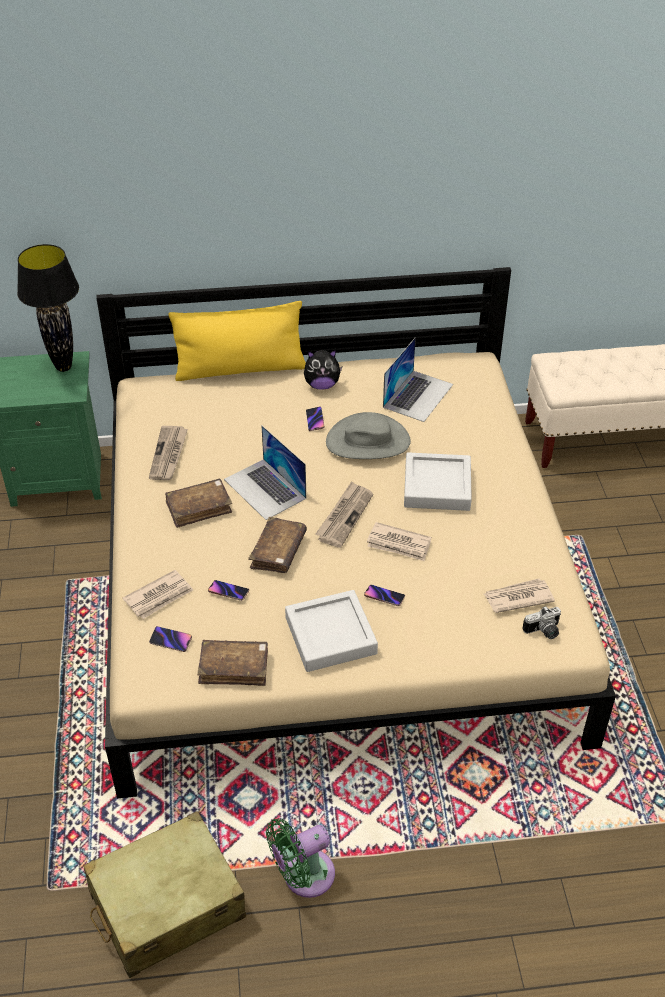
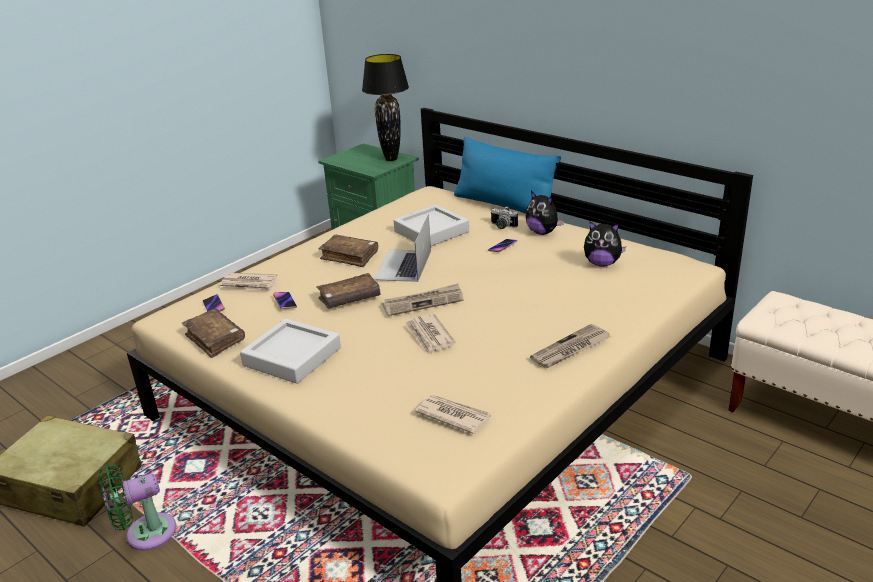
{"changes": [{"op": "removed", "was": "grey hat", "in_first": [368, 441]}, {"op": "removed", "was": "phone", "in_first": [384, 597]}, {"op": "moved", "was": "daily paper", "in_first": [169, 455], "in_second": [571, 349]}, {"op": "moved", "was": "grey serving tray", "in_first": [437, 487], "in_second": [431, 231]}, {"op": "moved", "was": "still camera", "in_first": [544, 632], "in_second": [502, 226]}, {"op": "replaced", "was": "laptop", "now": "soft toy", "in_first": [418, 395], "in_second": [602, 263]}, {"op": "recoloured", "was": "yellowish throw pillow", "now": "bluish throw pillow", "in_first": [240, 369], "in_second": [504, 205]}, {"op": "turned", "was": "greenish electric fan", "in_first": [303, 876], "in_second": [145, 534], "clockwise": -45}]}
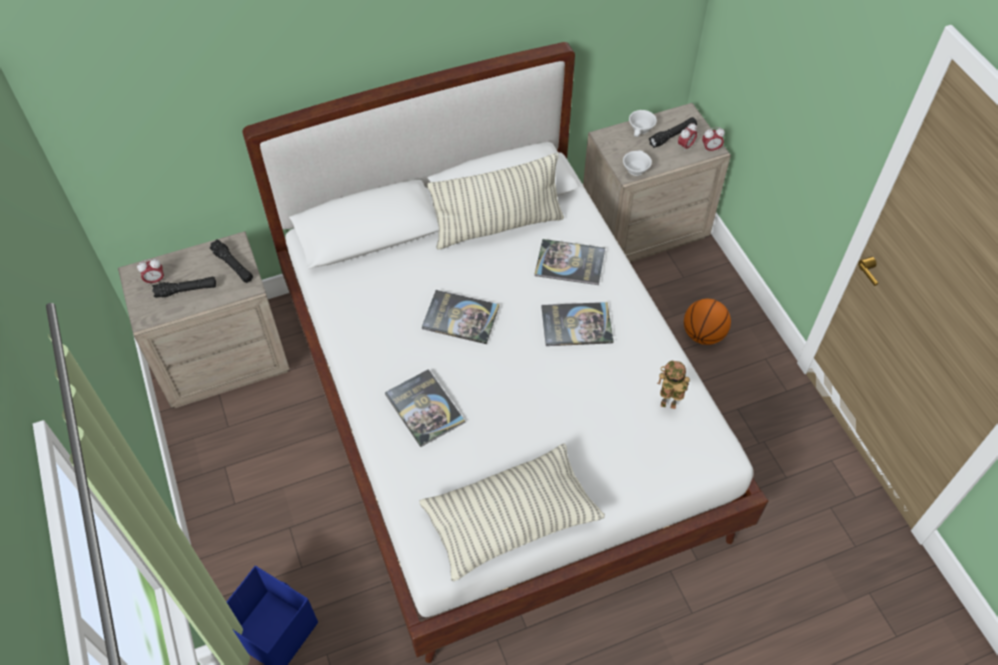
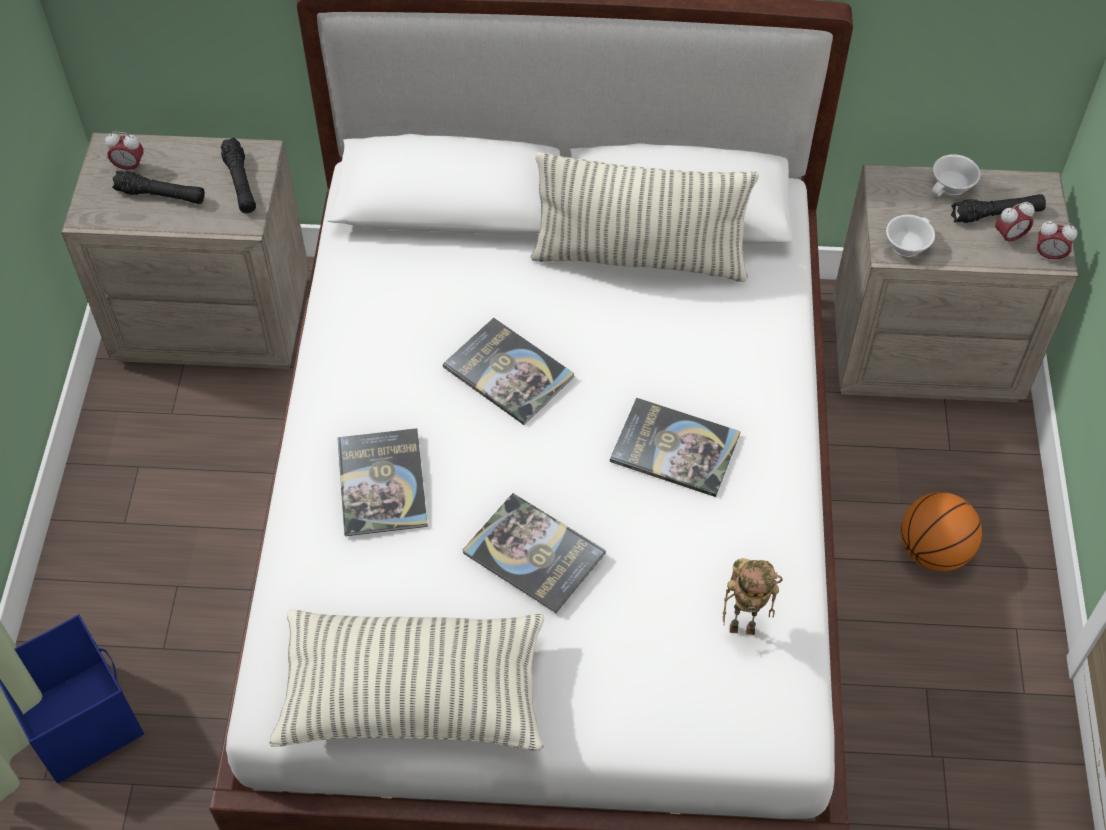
{"changes": [{"op": "moved", "was": "book", "in_first": [570, 263], "in_second": [534, 553]}, {"op": "turned", "was": "model robot", "in_first": [666, 407], "in_second": [744, 627], "clockwise": 150}]}
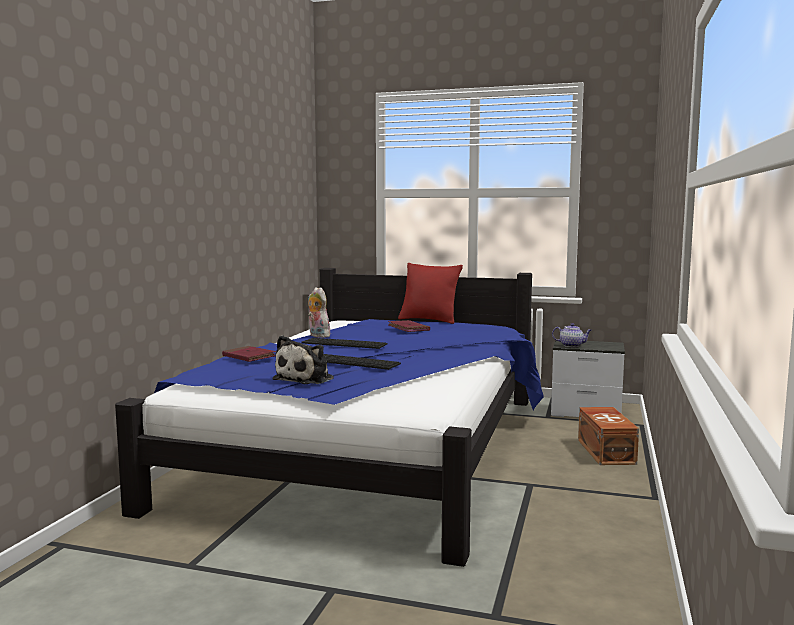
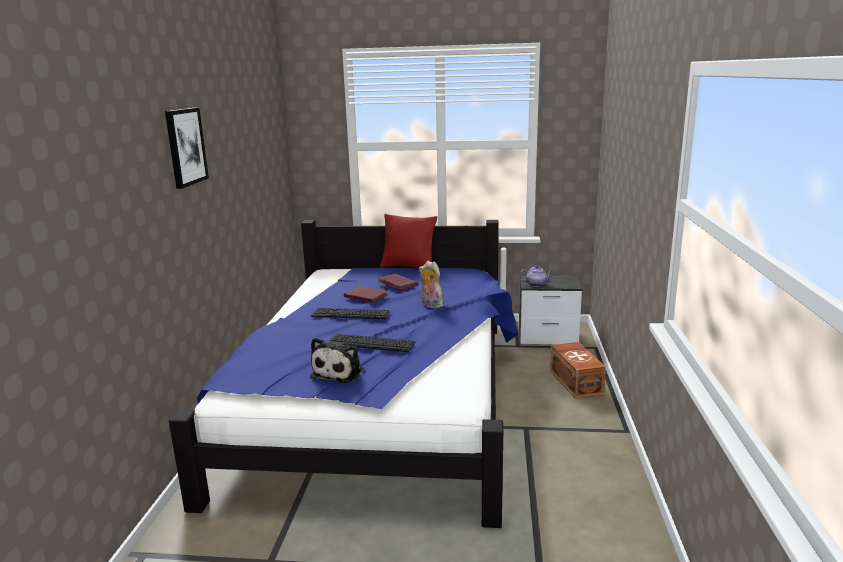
{"changes": [{"op": "added", "now": "picture", "in_second": [185, 147]}, {"op": "moved", "was": "reddish book", "in_first": [249, 357], "in_second": [366, 296]}, {"op": "moved", "was": "soft toy", "in_first": [317, 336], "in_second": [430, 305]}]}
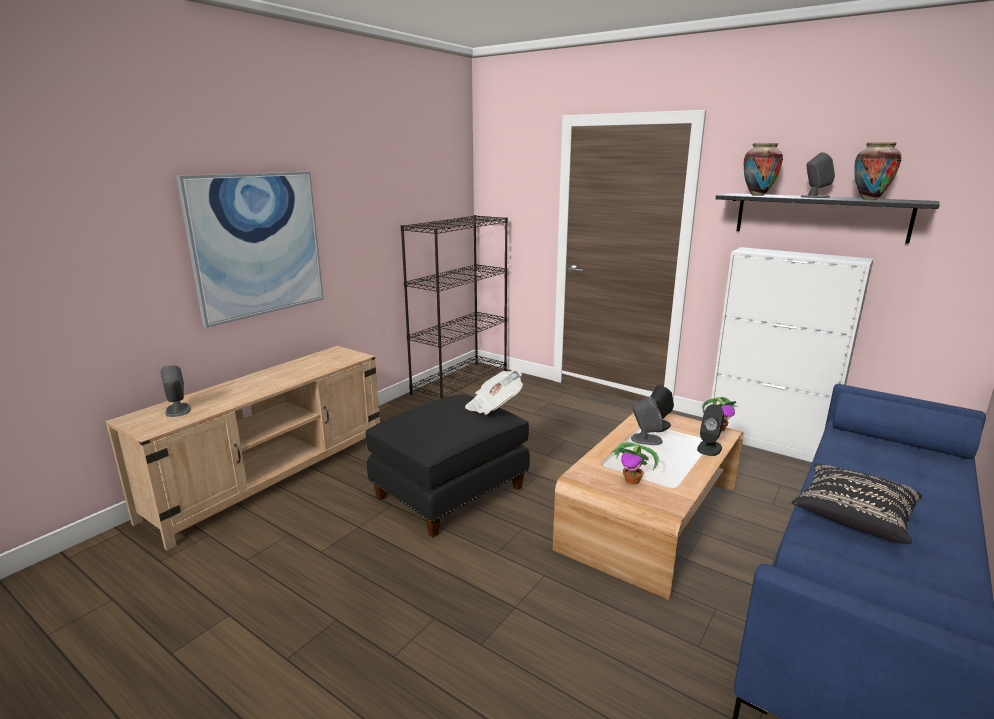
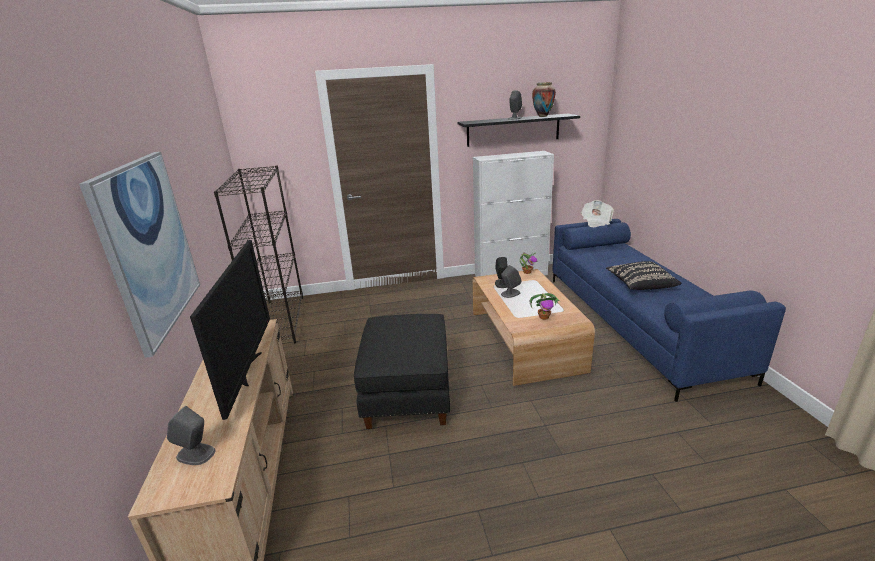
{"changes": [{"op": "removed", "was": "black speaker", "in_first": [709, 448]}, {"op": "removed", "was": "flower vase", "in_first": [757, 195]}, {"op": "added", "now": "television", "in_second": [248, 369]}, {"op": "moved", "was": "daily paper", "in_first": [494, 406], "in_second": [596, 222]}]}
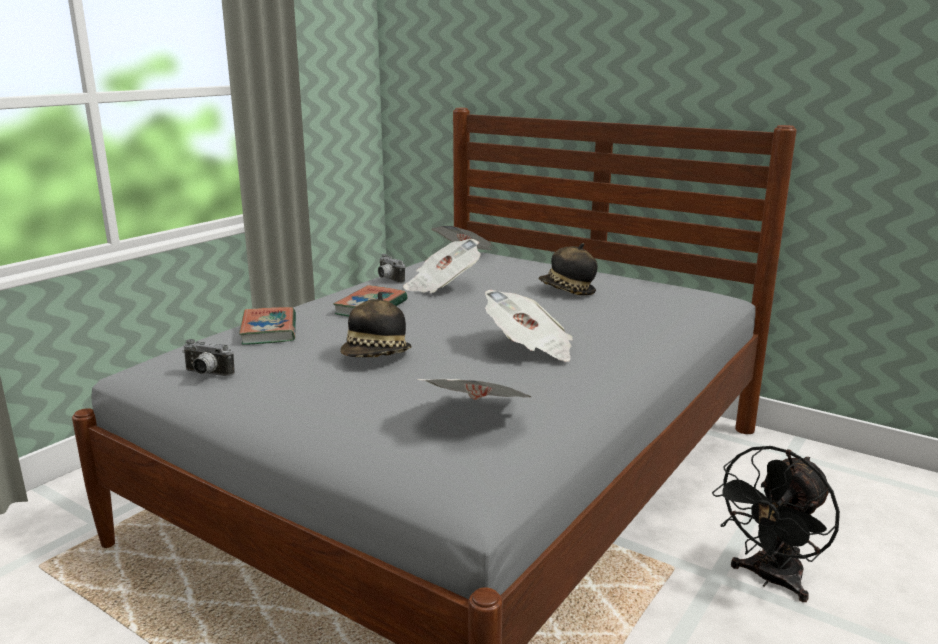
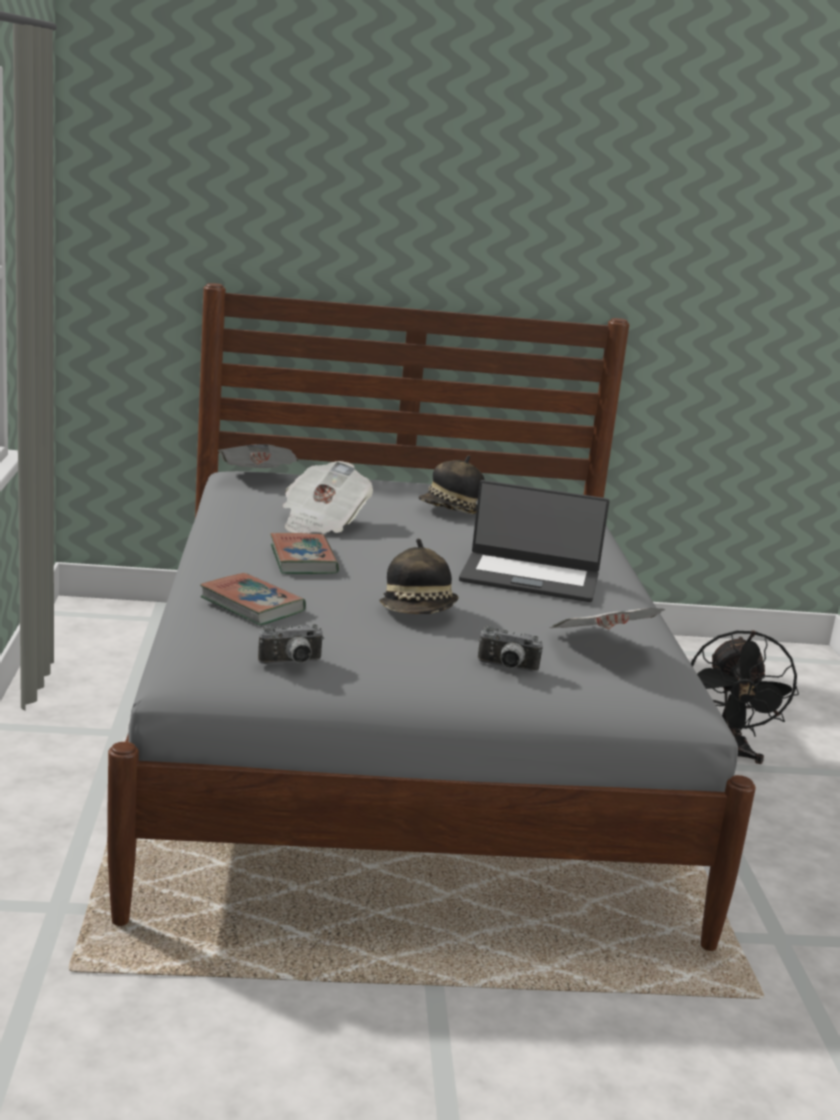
{"changes": [{"op": "moved", "was": "still camera", "in_first": [388, 280], "in_second": [506, 668]}, {"op": "replaced", "was": "daily paper", "now": "laptop", "in_first": [530, 349], "in_second": [530, 577]}]}
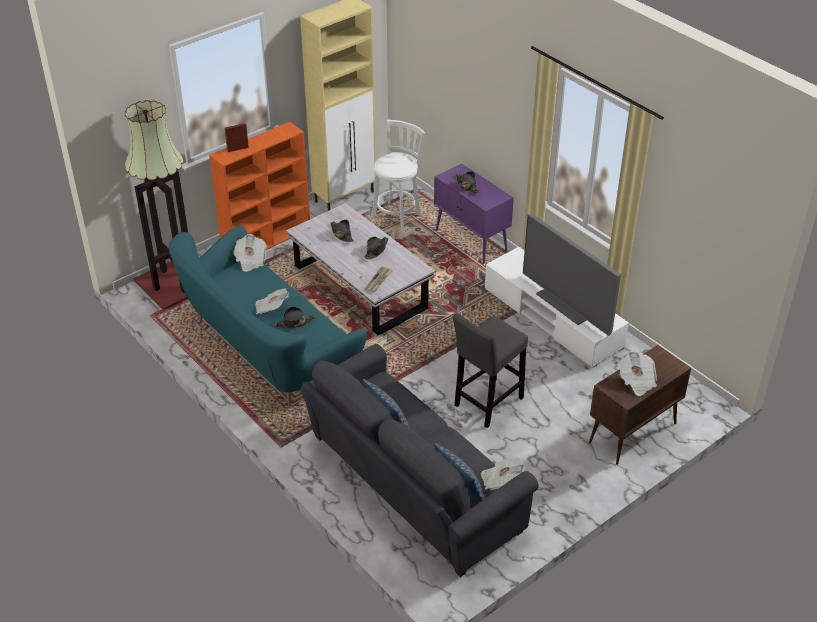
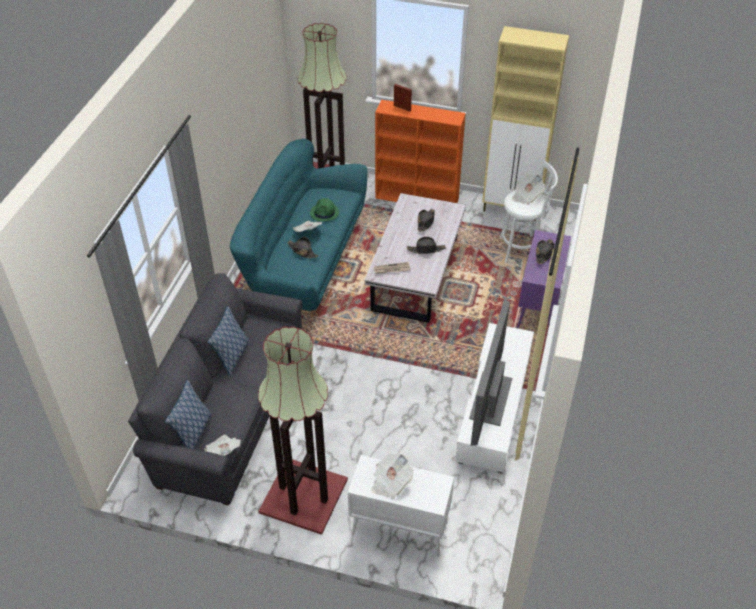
{"changes": [{"op": "removed", "was": "grey sitting stool", "in_first": [486, 404]}, {"op": "added", "now": "standing lamp", "in_second": [303, 494]}, {"op": "added", "now": "greenish hat", "in_second": [324, 213]}, {"op": "moved", "was": "daily paper", "in_first": [250, 260], "in_second": [527, 196]}, {"op": "recoloured", "was": "brown-coloured cupboard", "now": "white cupboard", "in_first": [632, 433], "in_second": [398, 529]}]}
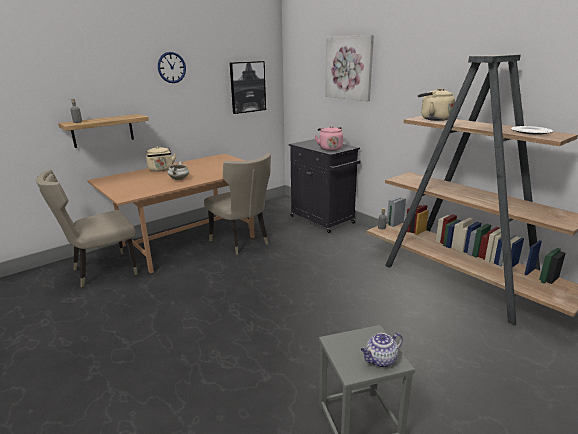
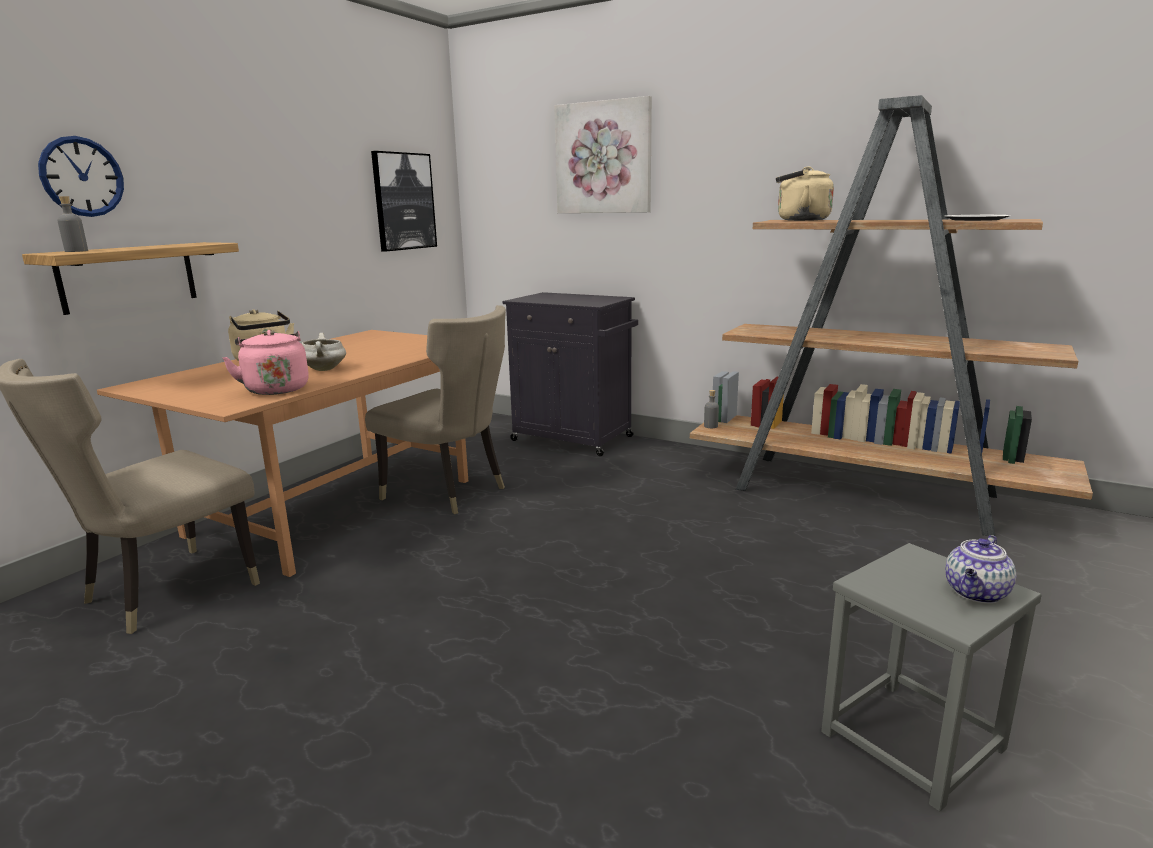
{"changes": [{"op": "moved", "was": "clock on the wall", "in_first": [171, 67], "in_second": [82, 177]}, {"op": "moved", "was": "pink-coloured water kettle", "in_first": [330, 148], "in_second": [275, 389]}]}
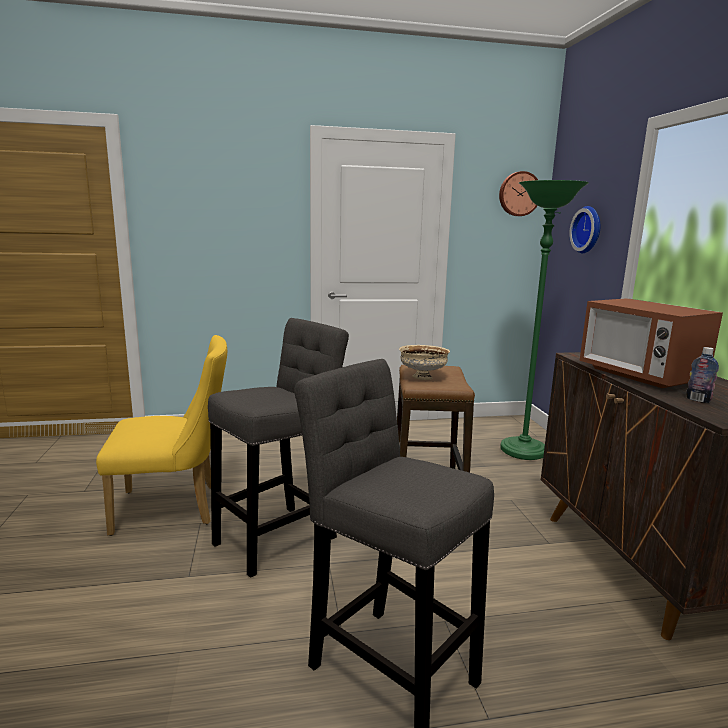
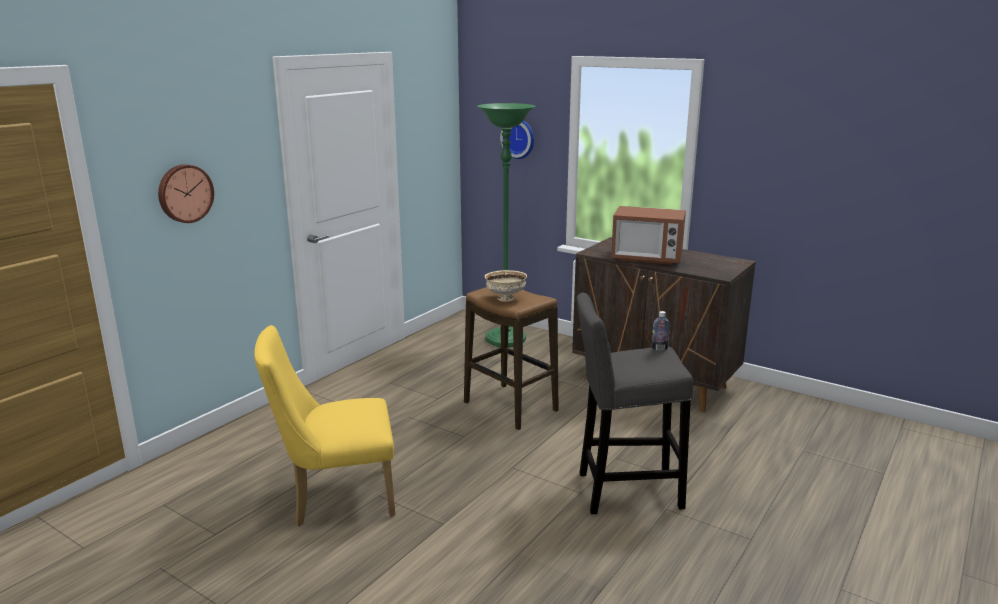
{"changes": [{"op": "removed", "was": "grey sitting stool", "in_first": [280, 537]}, {"op": "moved", "was": "clock on the wall", "in_first": [519, 194], "in_second": [184, 193]}, {"op": "moved", "was": "beverage bottle", "in_first": [698, 400], "in_second": [659, 349]}, {"op": "turned", "was": "yellowish upright chair", "in_first": [175, 507], "in_second": [335, 498], "clockwise": -135}]}
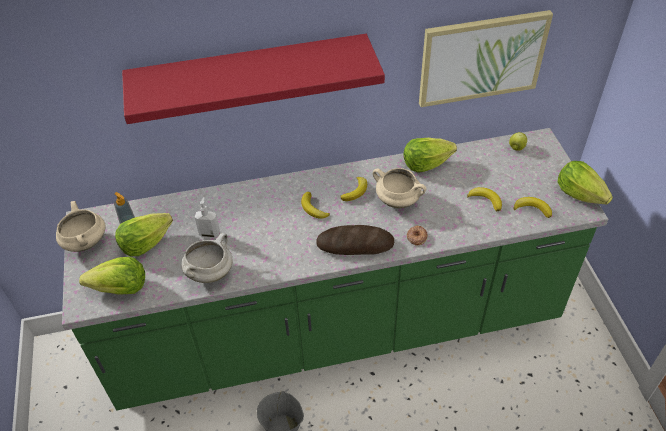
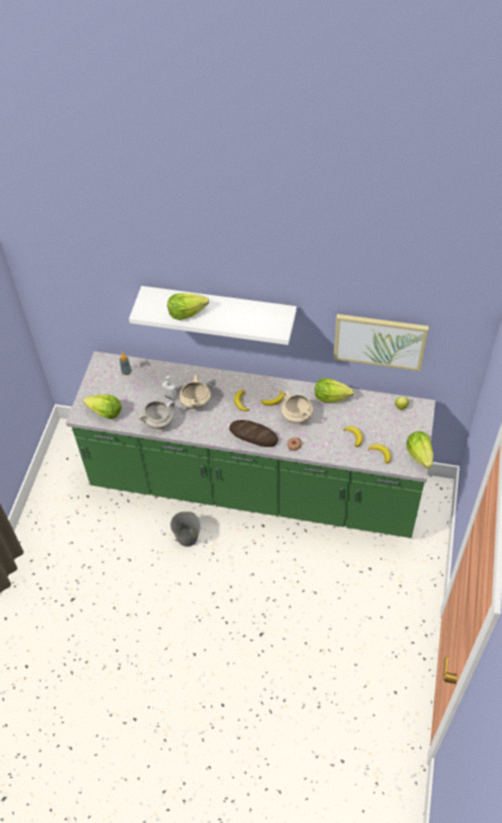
{"changes": [{"op": "moved", "was": "beige stockpot", "in_first": [85, 242], "in_second": [195, 402]}, {"op": "moved", "was": "lettuce head", "in_first": [145, 243], "in_second": [186, 313]}, {"op": "recoloured", "was": "reddish bracket shelf", "now": "white bracket shelf", "in_first": [250, 76], "in_second": [219, 309]}]}
